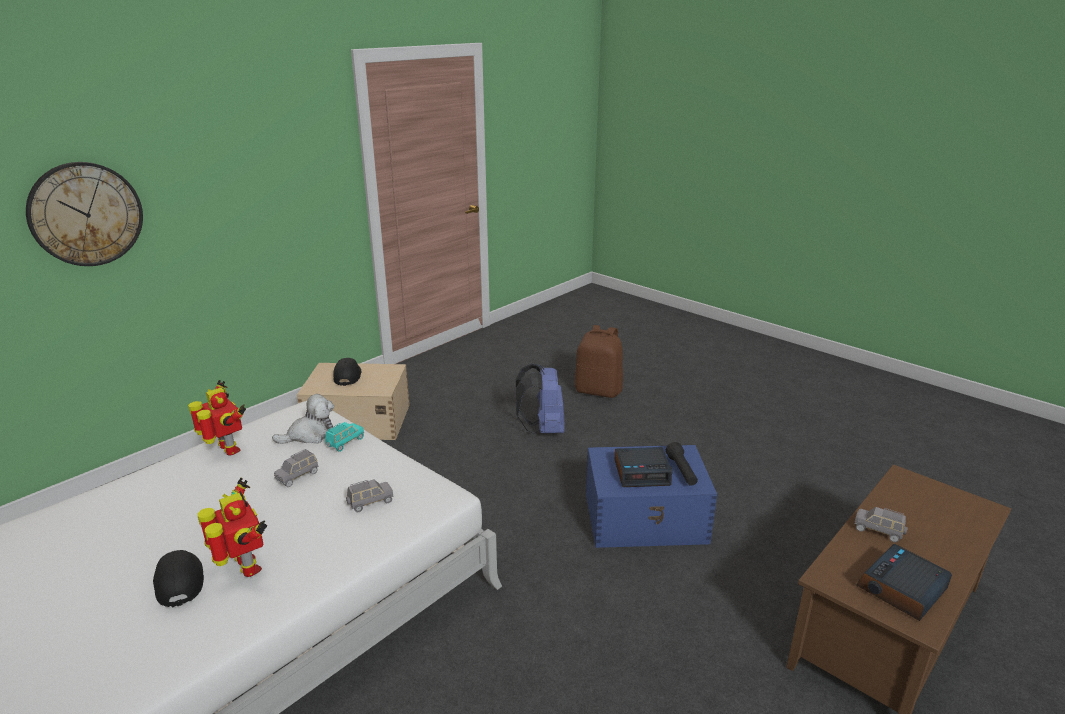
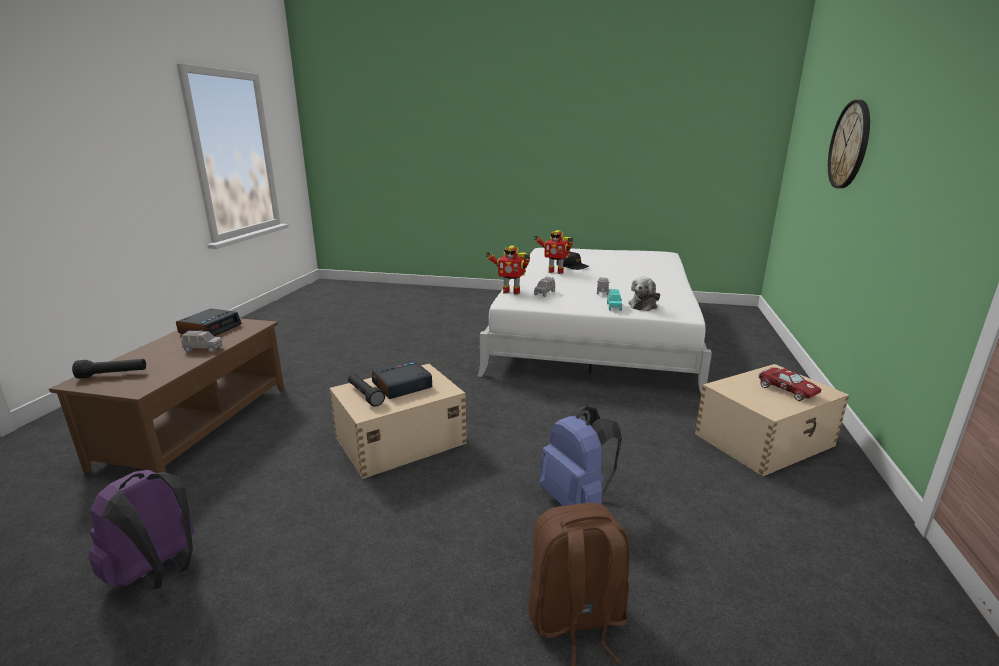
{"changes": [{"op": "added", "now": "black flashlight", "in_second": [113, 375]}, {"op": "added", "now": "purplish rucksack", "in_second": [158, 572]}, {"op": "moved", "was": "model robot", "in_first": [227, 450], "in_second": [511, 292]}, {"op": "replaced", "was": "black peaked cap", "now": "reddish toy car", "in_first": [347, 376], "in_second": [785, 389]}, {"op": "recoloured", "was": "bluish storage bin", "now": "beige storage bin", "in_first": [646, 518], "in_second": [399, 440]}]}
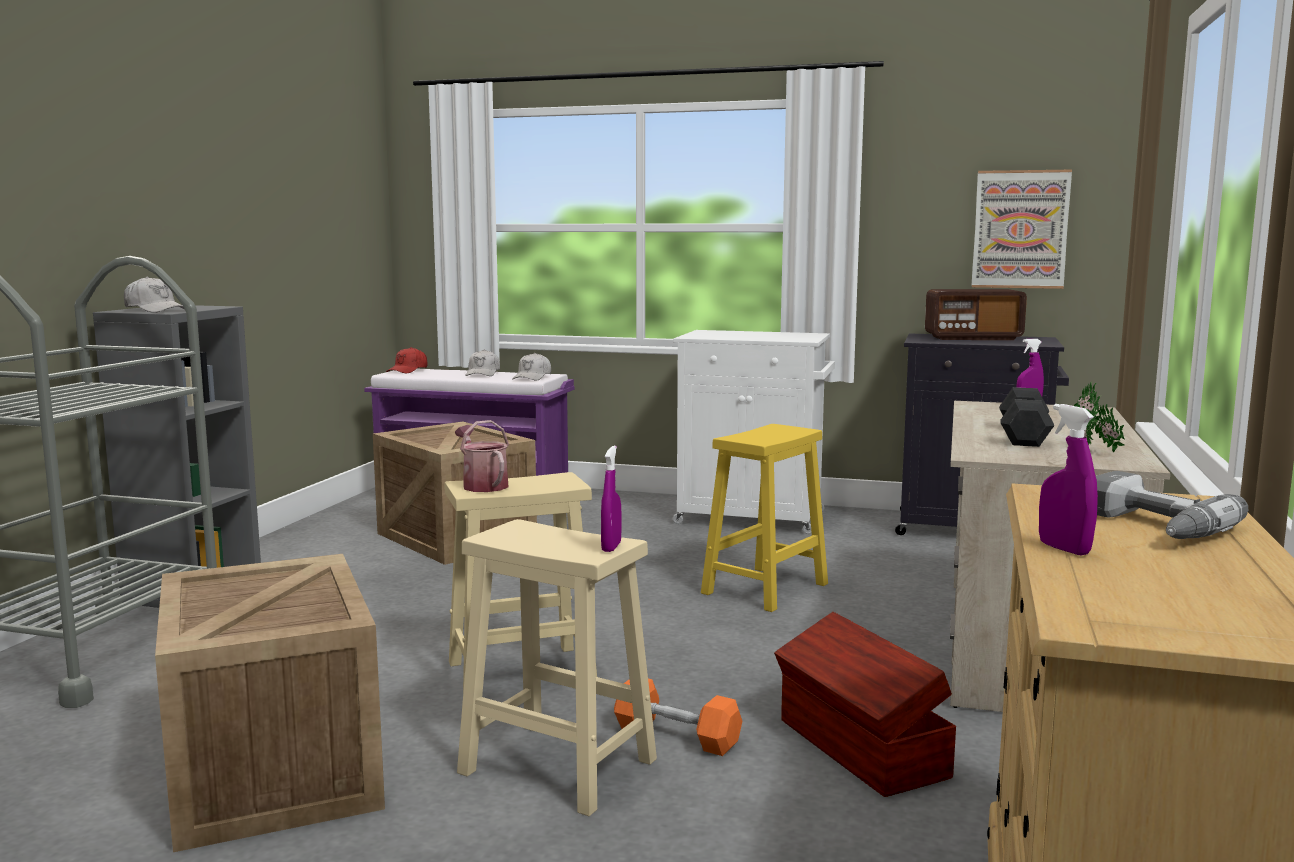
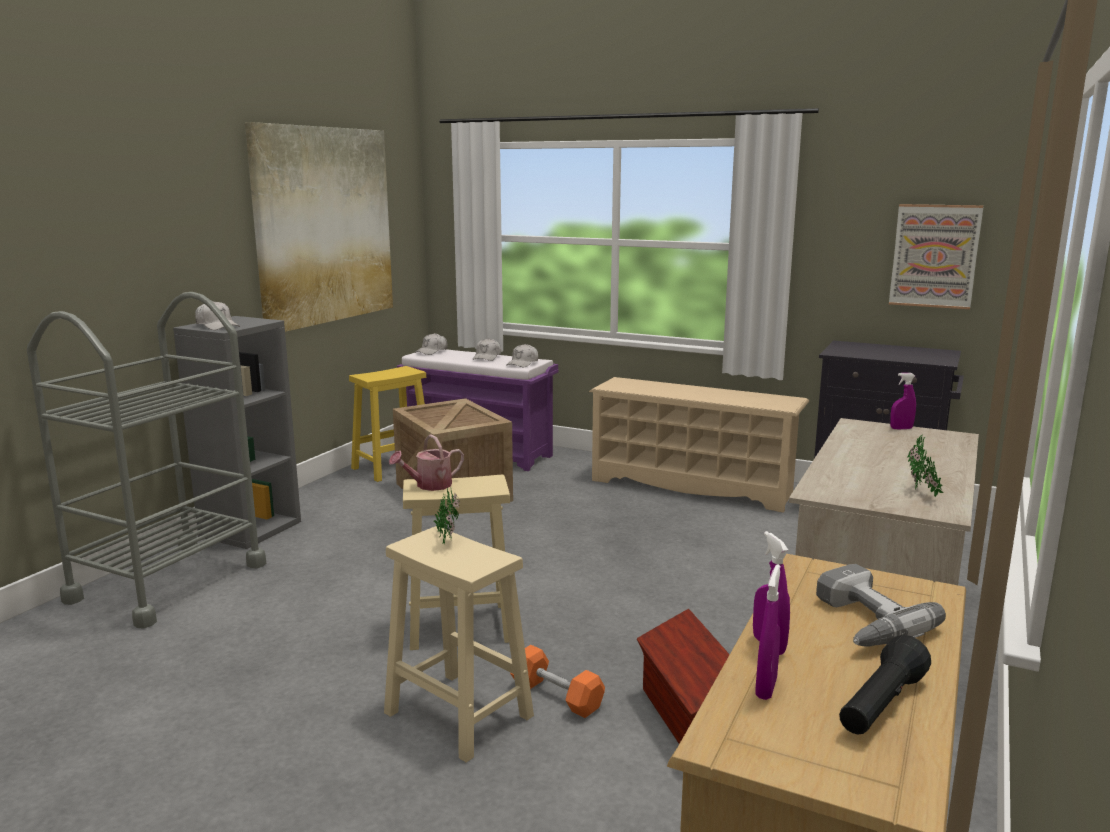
{"changes": [{"op": "removed", "was": "shipping crate", "in_first": [276, 771]}, {"op": "removed", "was": "radio receiver", "in_first": [973, 338]}, {"op": "removed", "was": "grey free weight", "in_first": [1024, 436]}, {"op": "added", "now": "picture", "in_second": [324, 226]}, {"op": "added", "now": "houseplant", "in_second": [446, 538]}, {"op": "added", "now": "black flashlight", "in_second": [880, 705]}, {"op": "moved", "was": "purplish sprayer", "in_first": [611, 547], "in_second": [766, 688]}, {"op": "moved", "was": "yellowish sitting stool", "in_first": [764, 589], "in_second": [391, 468]}, {"op": "replaced", "was": "white cupboard", "now": "beige shoe shelf", "in_first": [753, 518], "in_second": [693, 486]}, {"op": "recoloured", "was": "reddish peaked cap", "now": "white peaked cap", "in_first": [408, 370], "in_second": [432, 351]}, {"op": "turned", "was": "watering pot", "in_first": [482, 485], "in_second": [429, 485], "clockwise": -105}]}
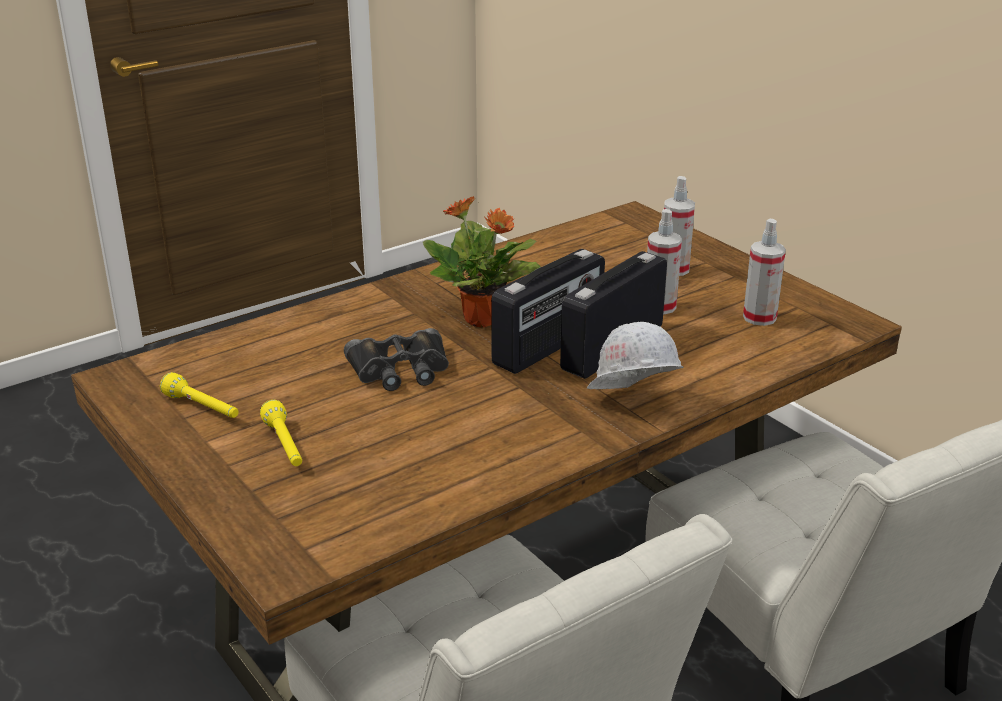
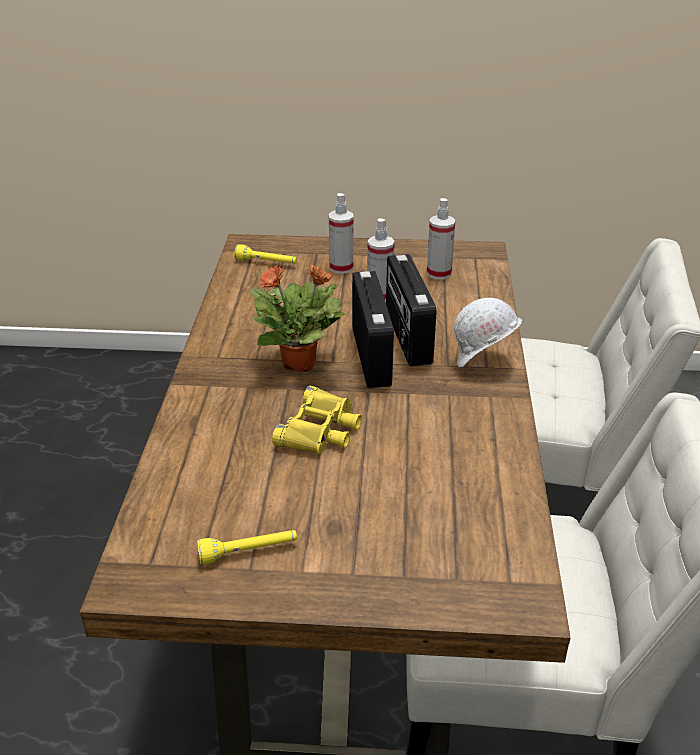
{"changes": [{"op": "moved", "was": "yellowish flashlight", "in_first": [285, 445], "in_second": [267, 263]}, {"op": "recoloured", "was": "black pair of binoculars", "now": "yellowish pair of binoculars", "in_first": [400, 370], "in_second": [320, 430]}]}
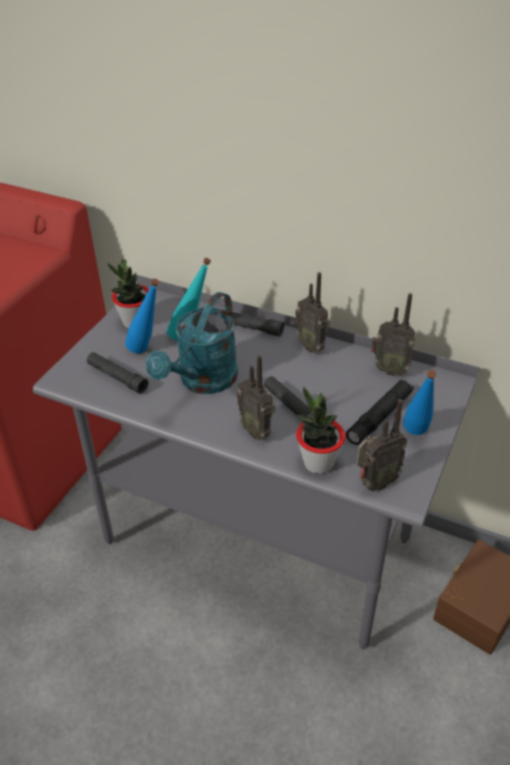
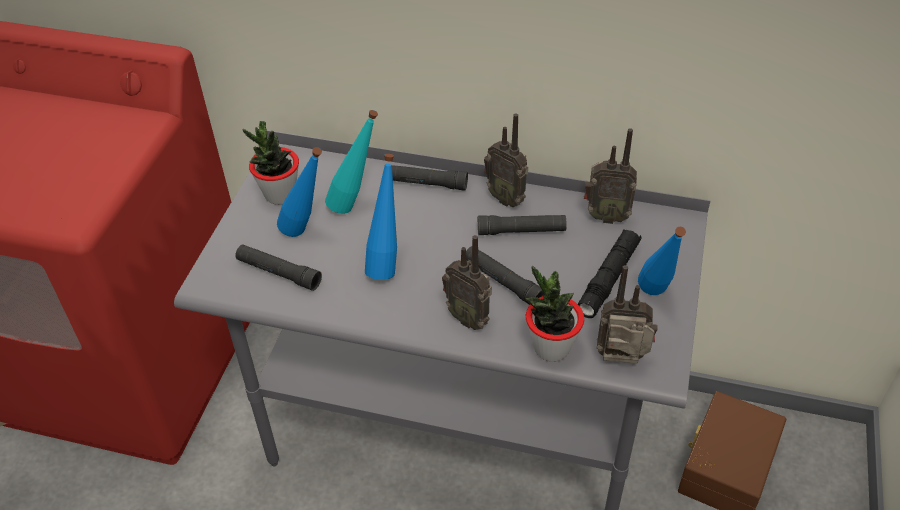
{"changes": [{"op": "added", "now": "black flashlight", "in_second": [521, 231]}, {"op": "replaced", "was": "turquoise-coloured watering pot", "now": "bluish beverage bottle", "in_first": [202, 382], "in_second": [386, 263]}, {"op": "turned", "was": "radio receiver", "in_first": [374, 483], "in_second": [622, 363], "clockwise": -135}]}
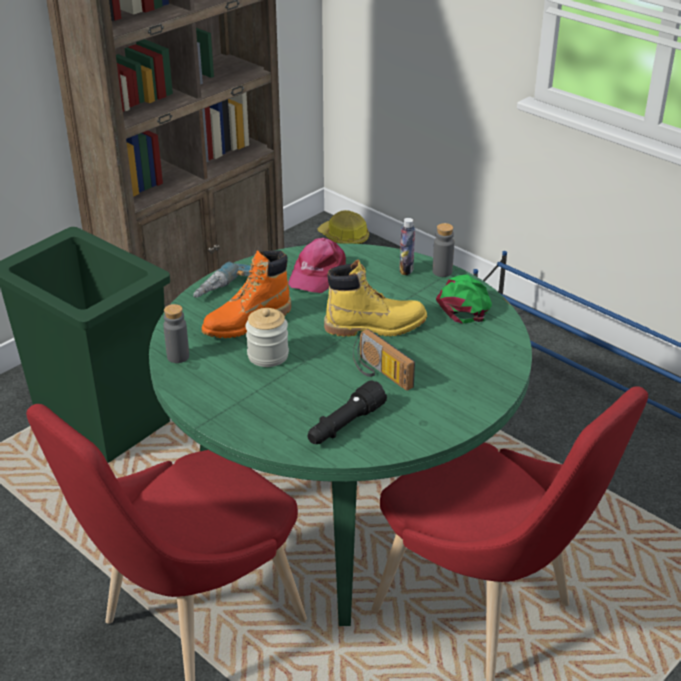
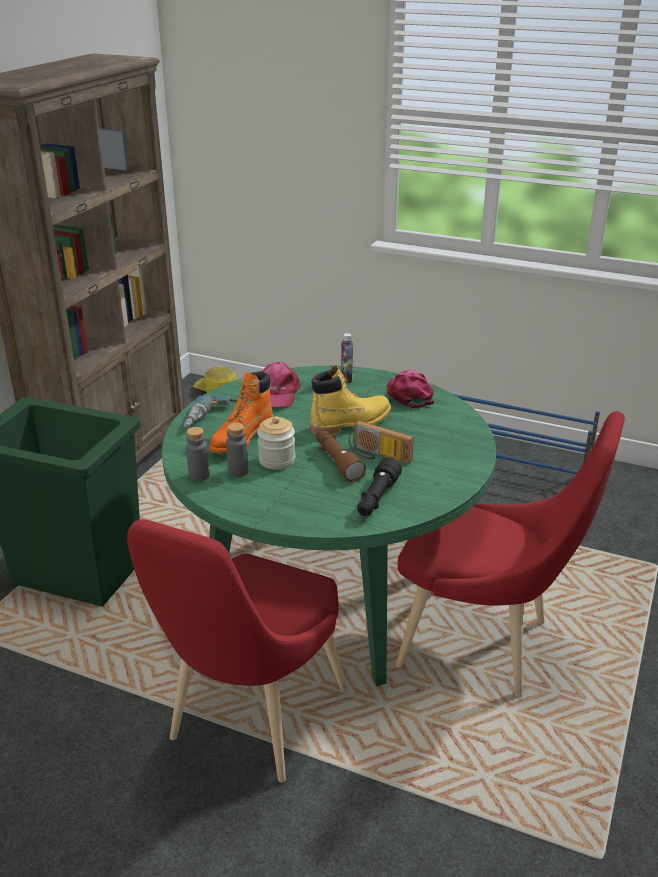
{"changes": [{"op": "added", "now": "brown-coloured flashlight", "in_second": [337, 462]}, {"op": "moved", "was": "grey beverage bottle", "in_first": [442, 272], "in_second": [238, 471]}, {"op": "recoloured", "was": "greenish peaked cap", "now": "pink-coloured peaked cap", "in_first": [464, 303], "in_second": [409, 394]}]}
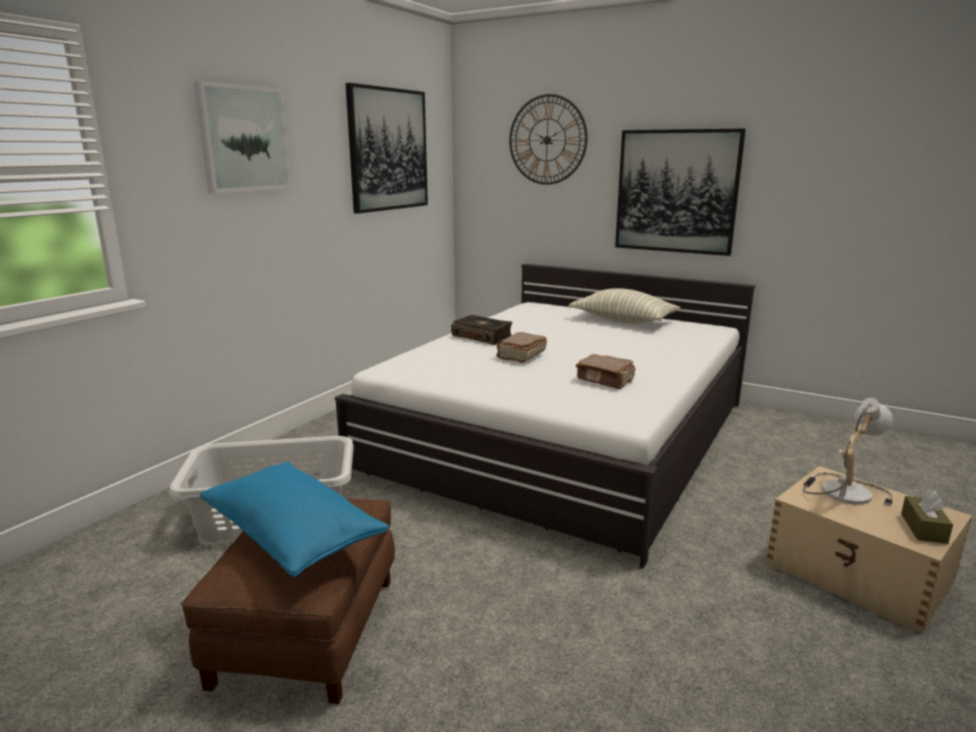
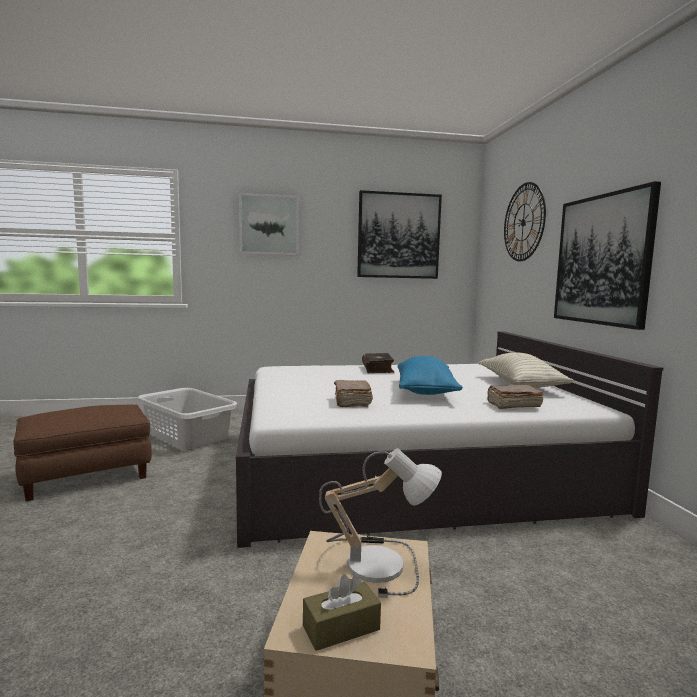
{"changes": [{"op": "moved", "was": "bluish throw pillow", "in_first": [292, 536], "in_second": [425, 391]}, {"op": "moved", "was": "brown-coloured book", "in_first": [521, 355], "in_second": [513, 405]}]}
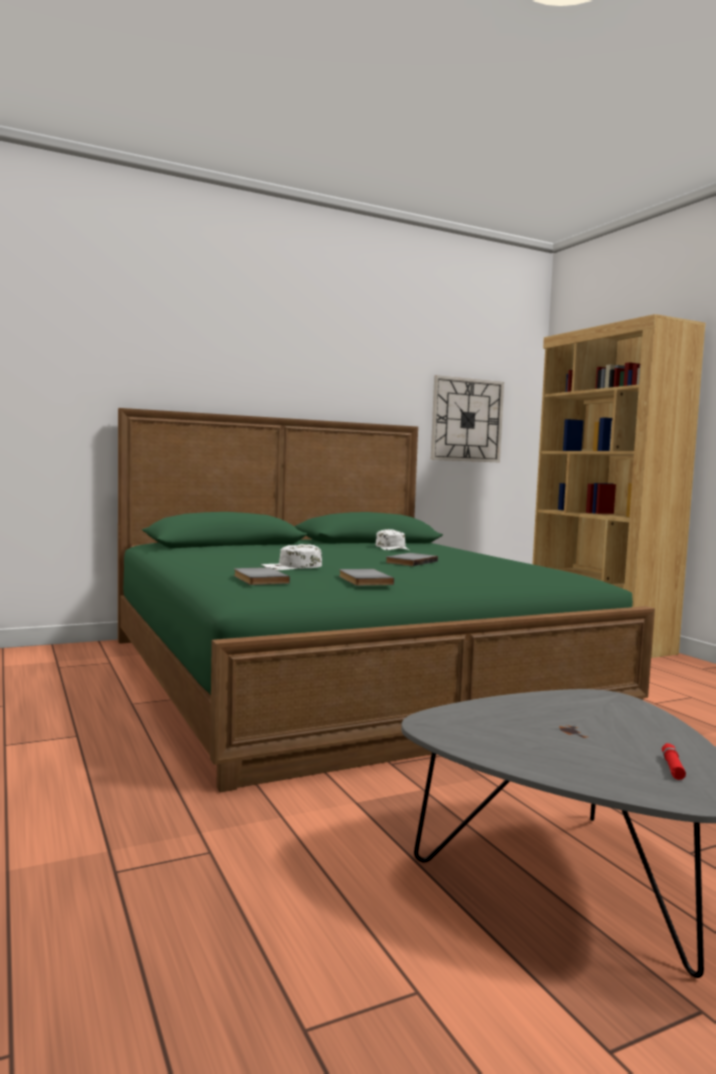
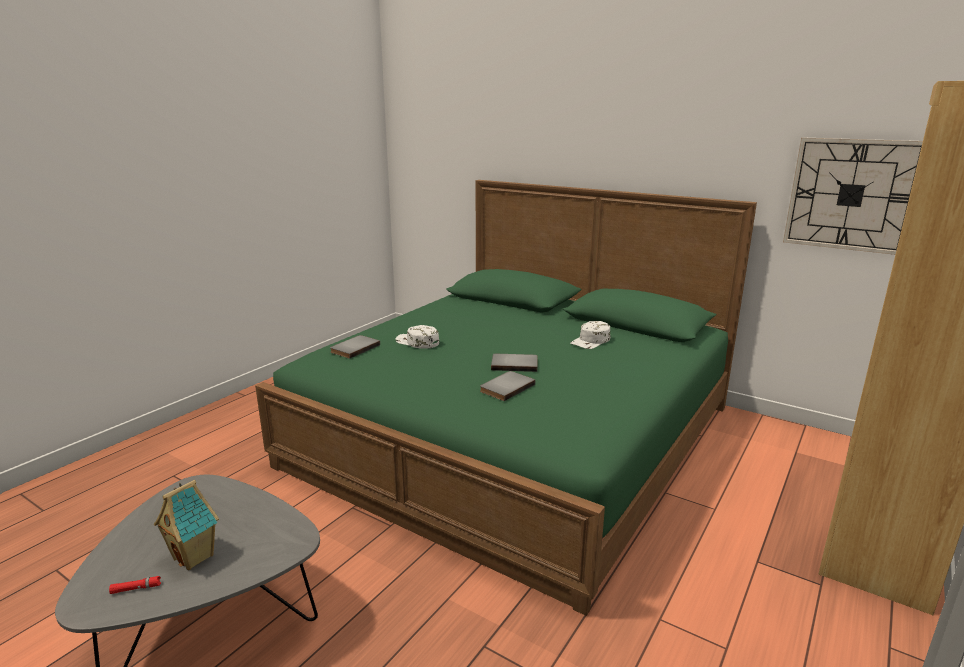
{"changes": [{"op": "added", "now": "model house", "in_second": [195, 556]}, {"op": "moved", "was": "grey book", "in_first": [363, 580], "in_second": [505, 387]}]}
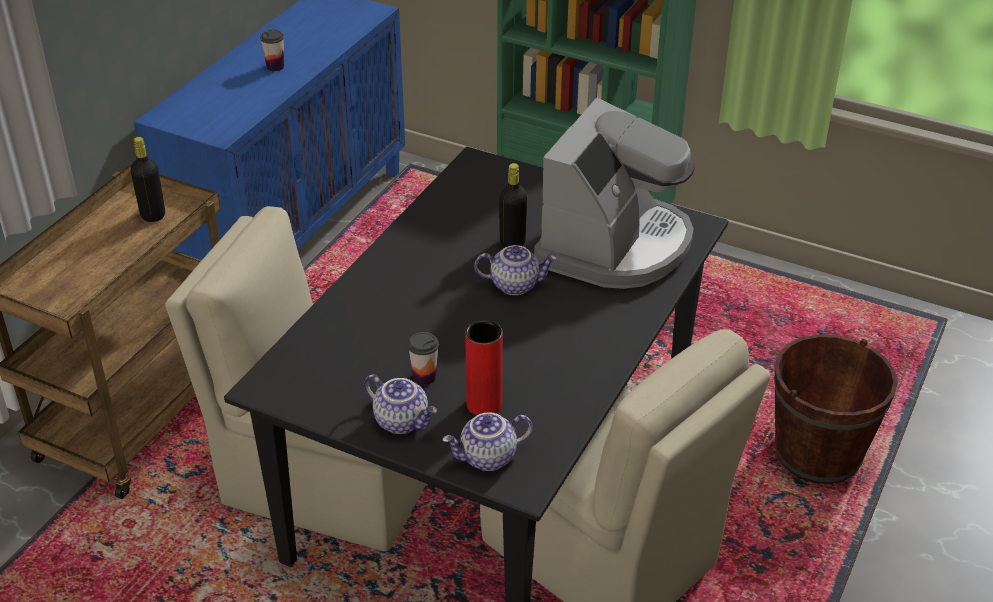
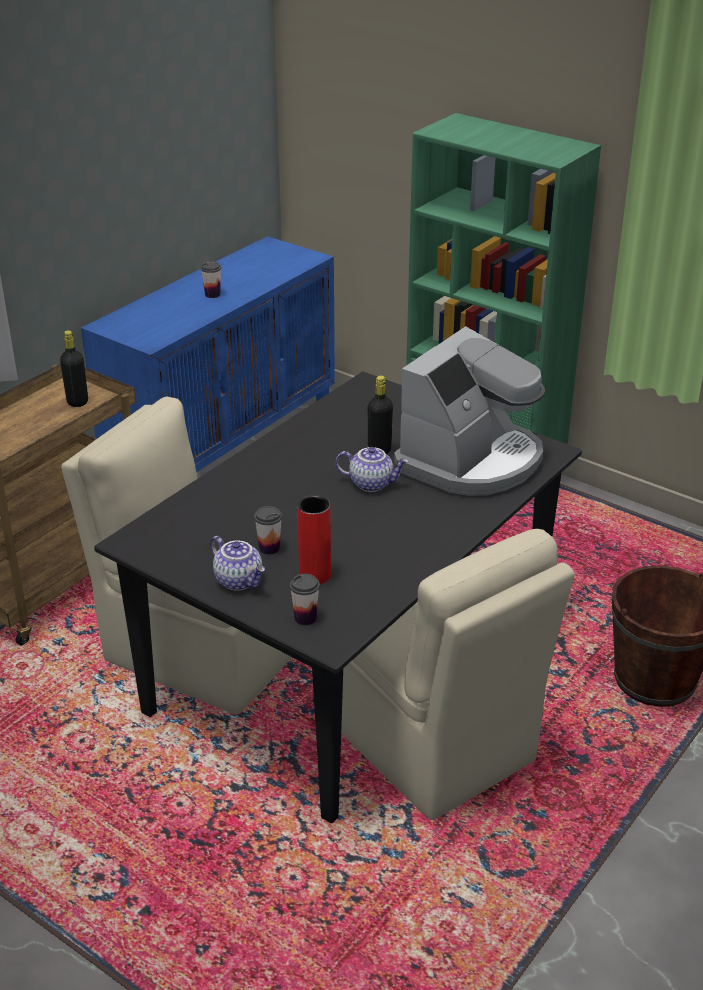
{"changes": [{"op": "replaced", "was": "pot for tea", "now": "small cup", "in_first": [488, 458], "in_second": [305, 618]}]}
